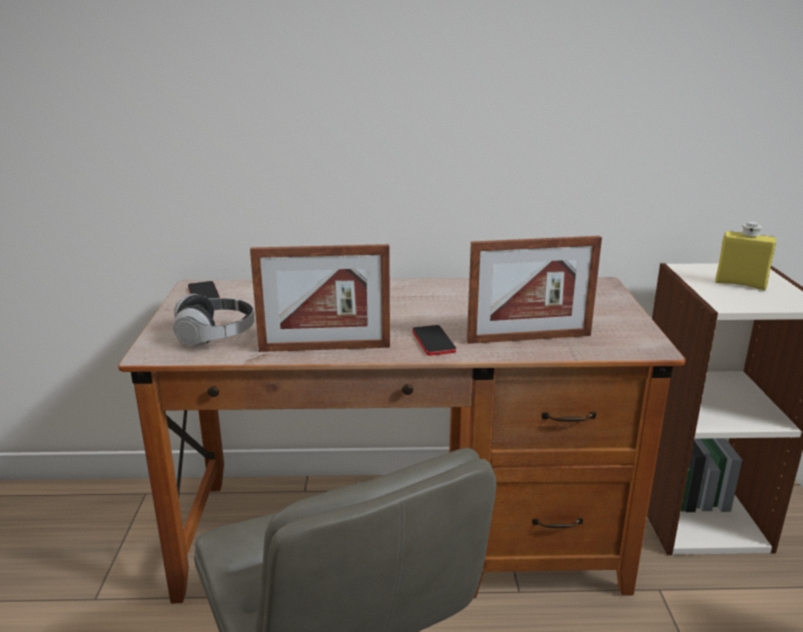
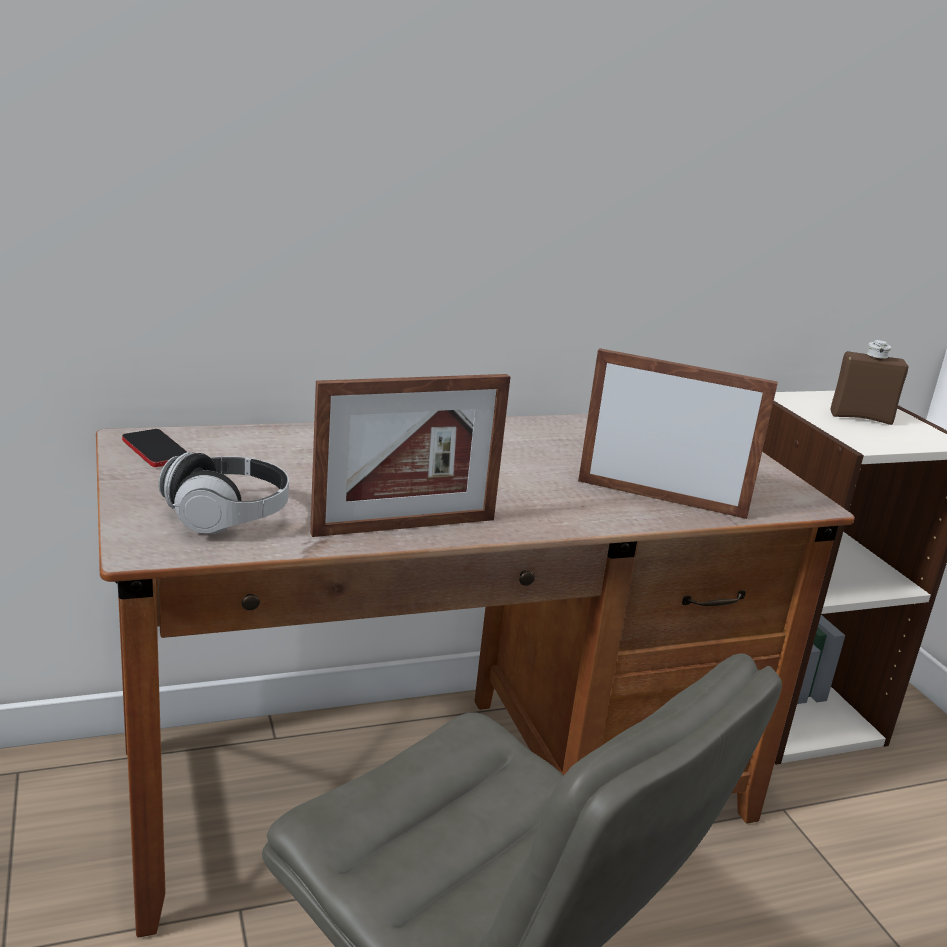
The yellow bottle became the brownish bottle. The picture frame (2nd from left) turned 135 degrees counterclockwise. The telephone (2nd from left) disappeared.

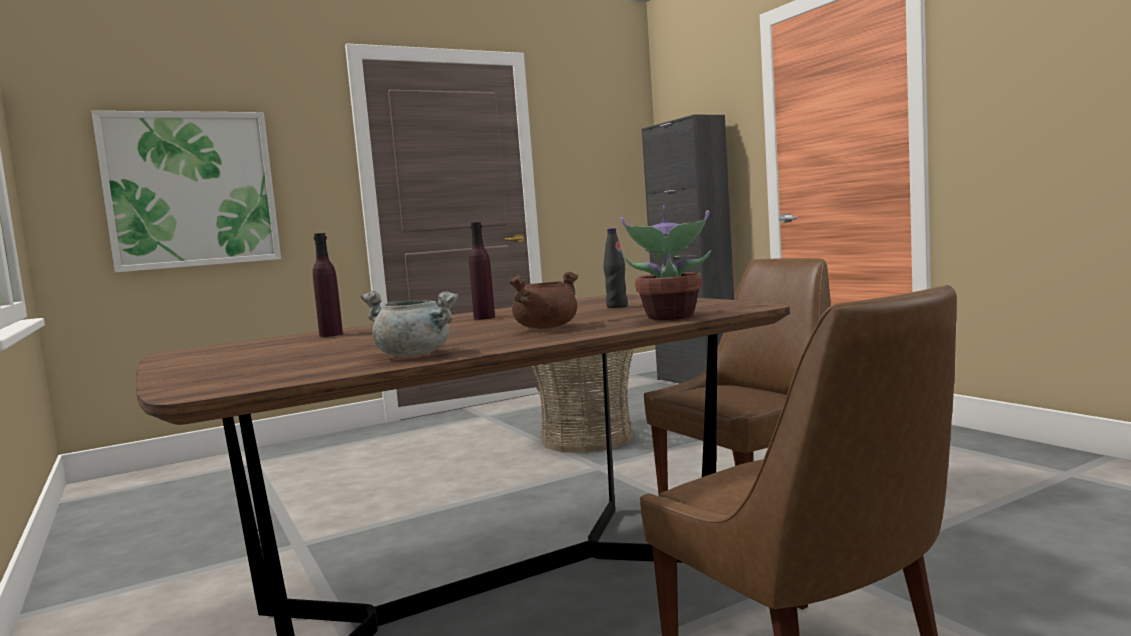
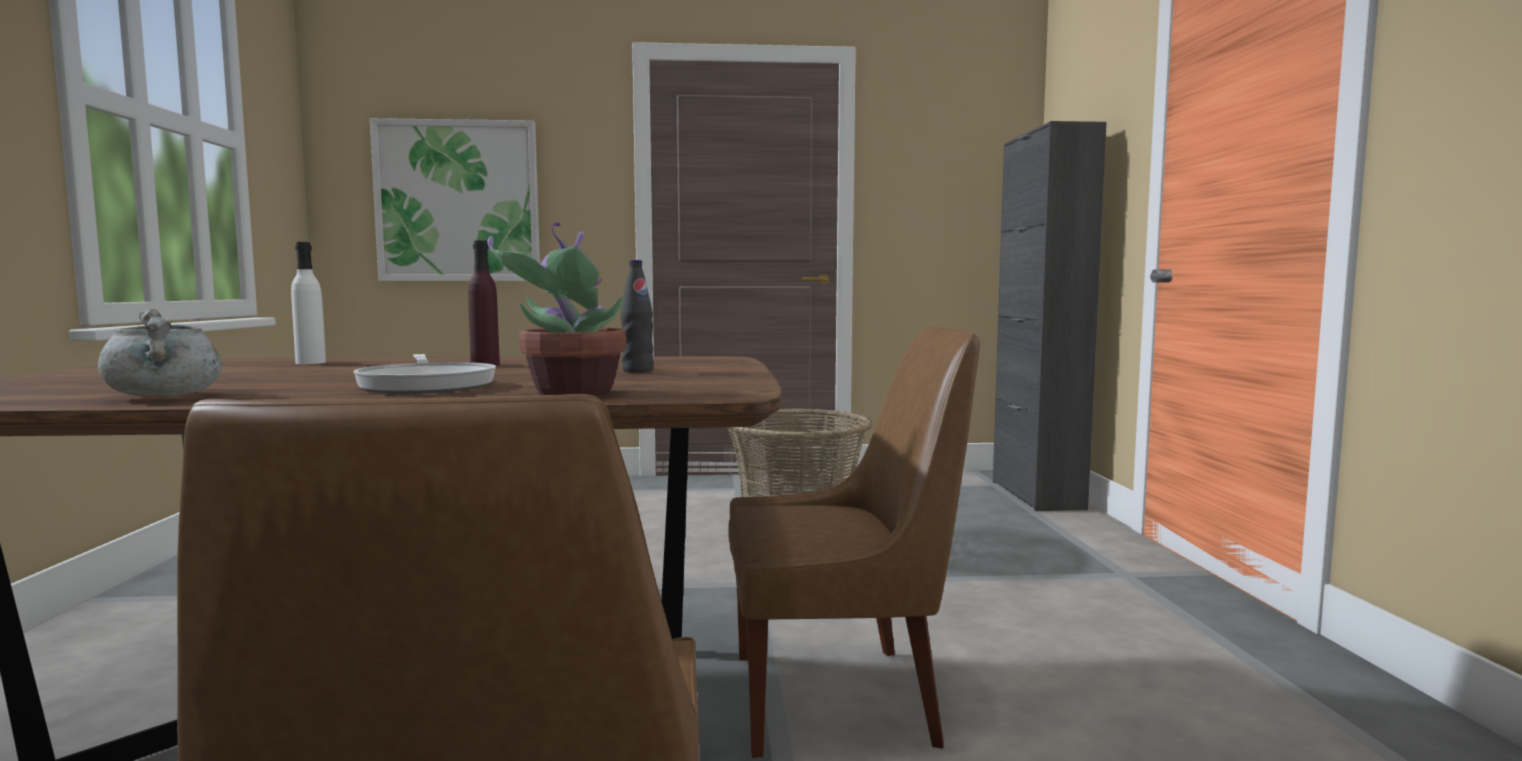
The purple bottle (1st from left) became the white-coloured bottle. The brownish cooking pot was replaced by the skillet.

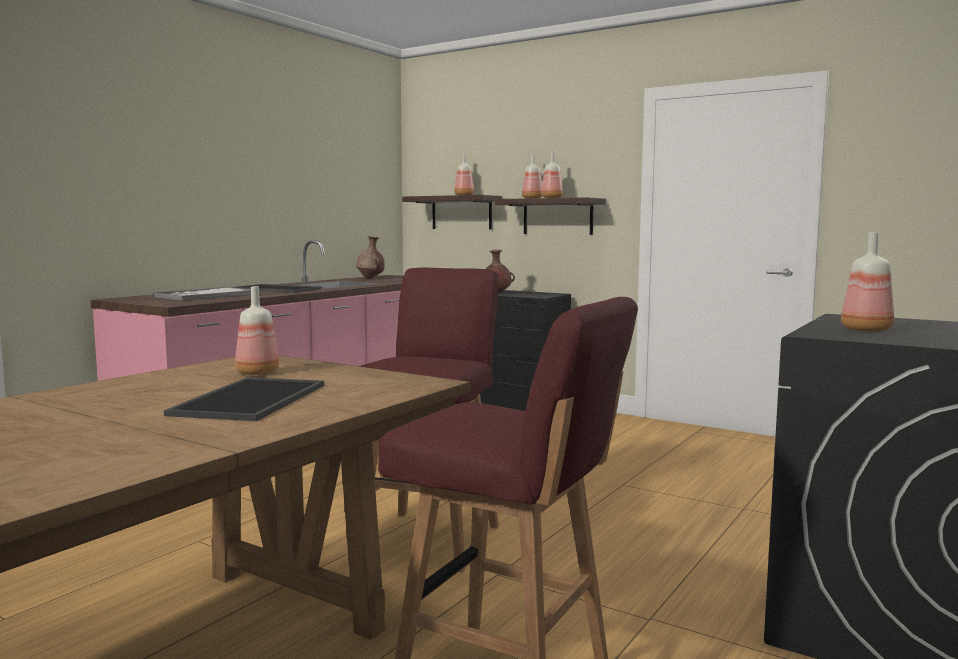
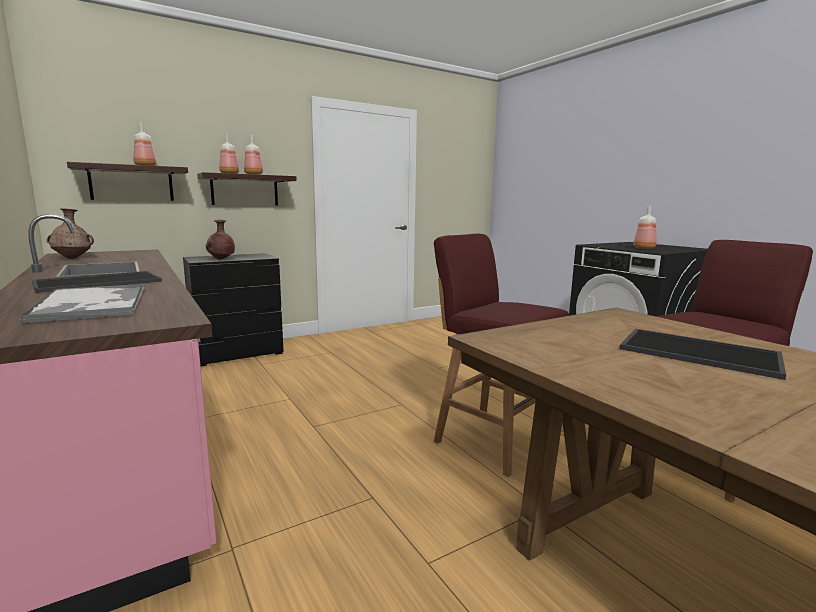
The bottle (1st from left) disappeared.

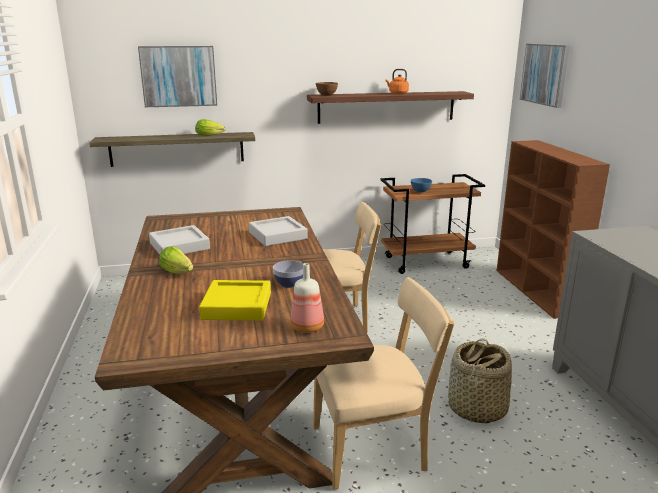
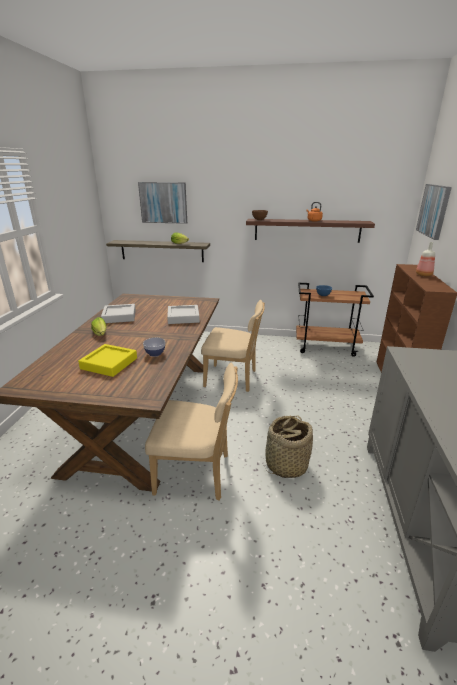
The bottle moved.

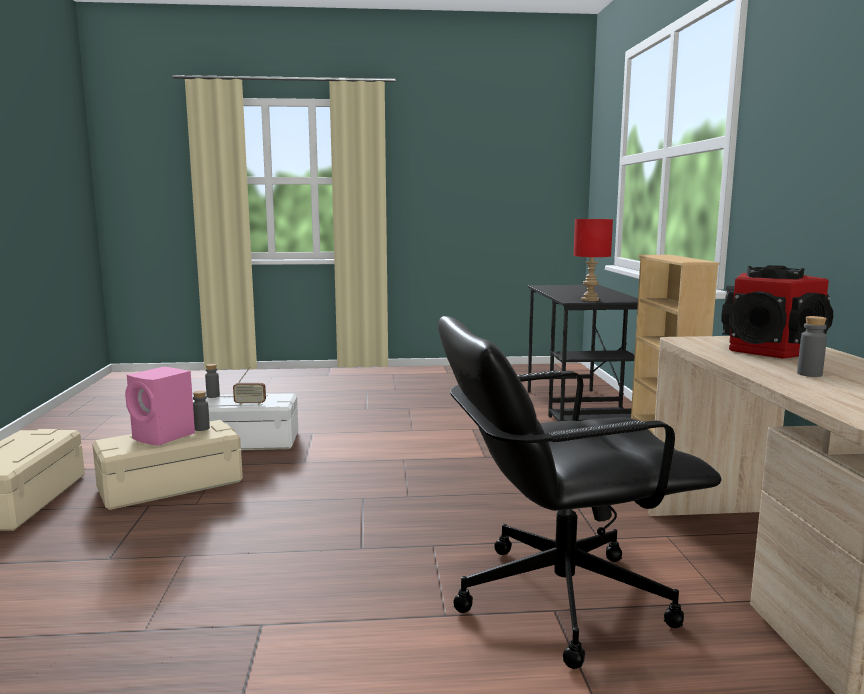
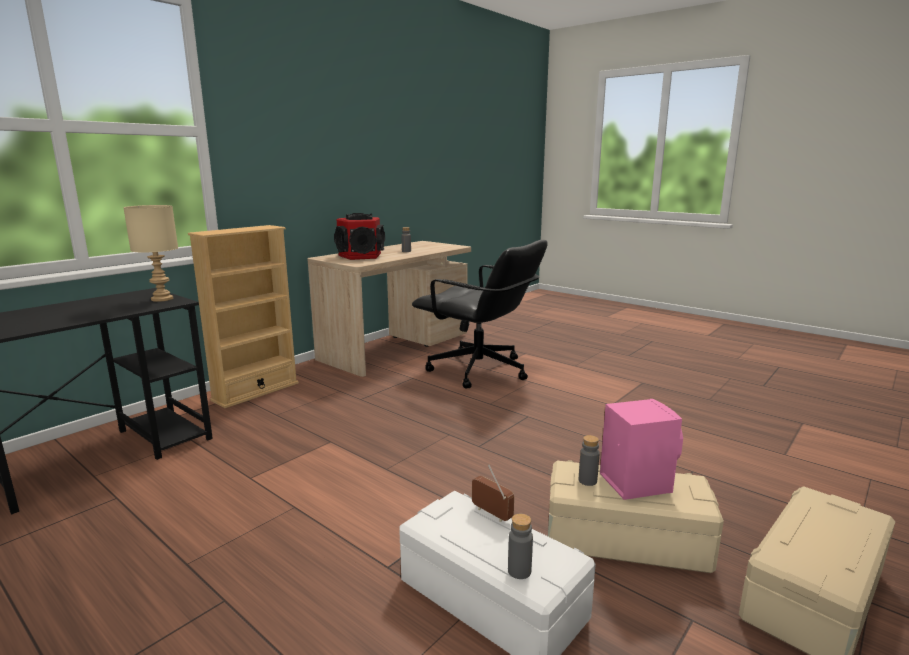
The red-coloured table lamp became the beige table lamp.

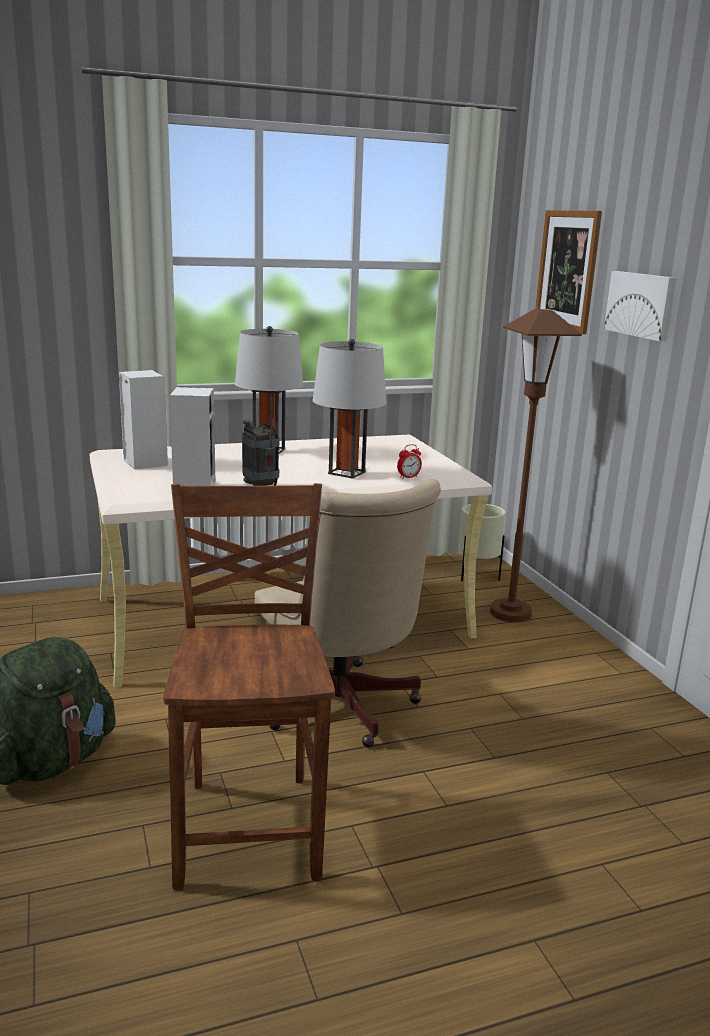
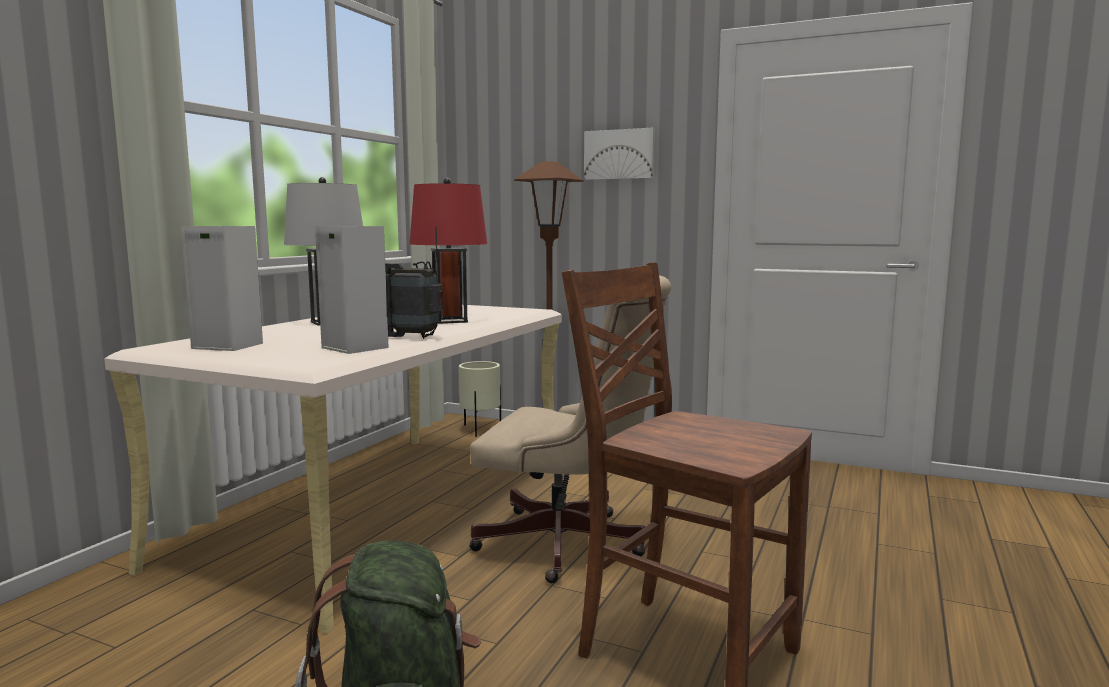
The wall picture (1st from left) disappeared. The greyish table lamp (2nd from left) became the red-coloured table lamp. The table clock disappeared.

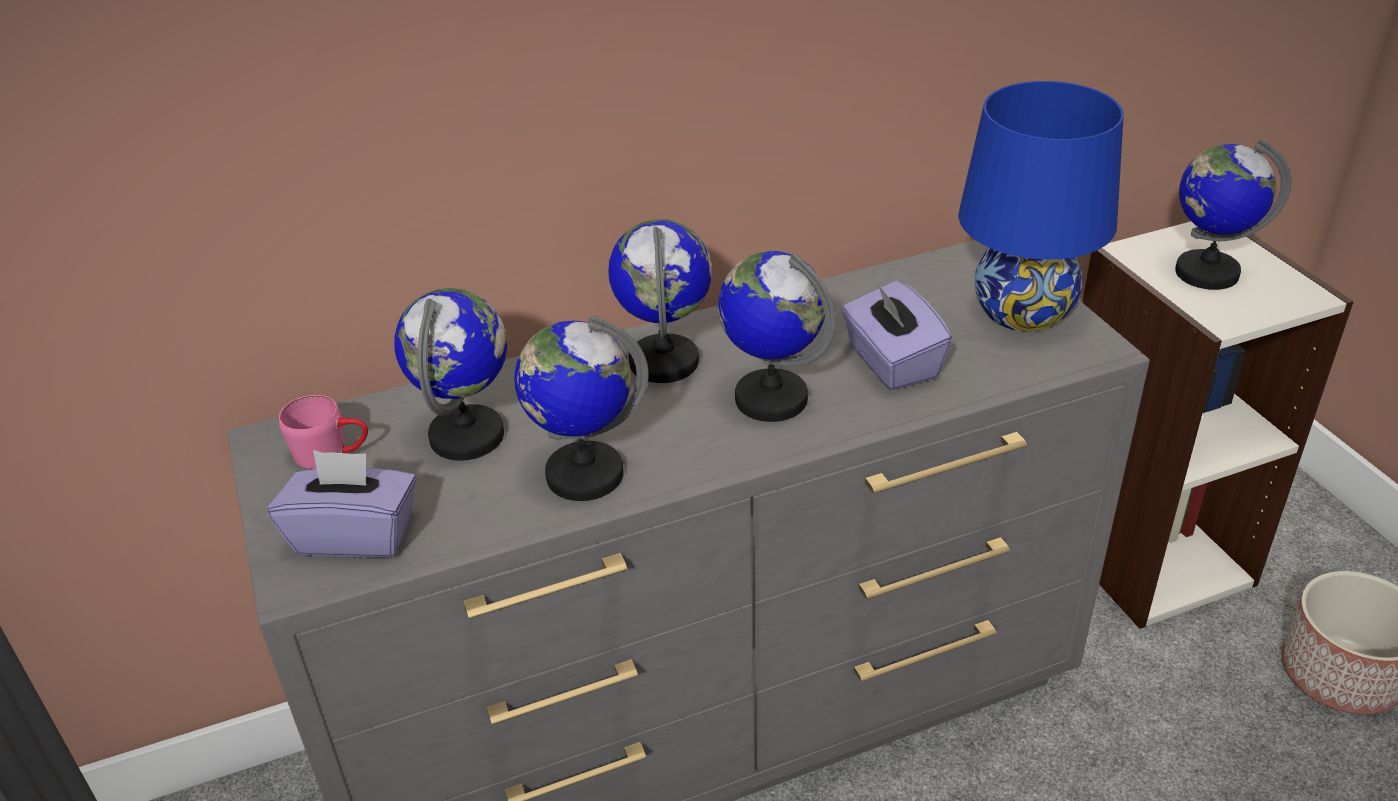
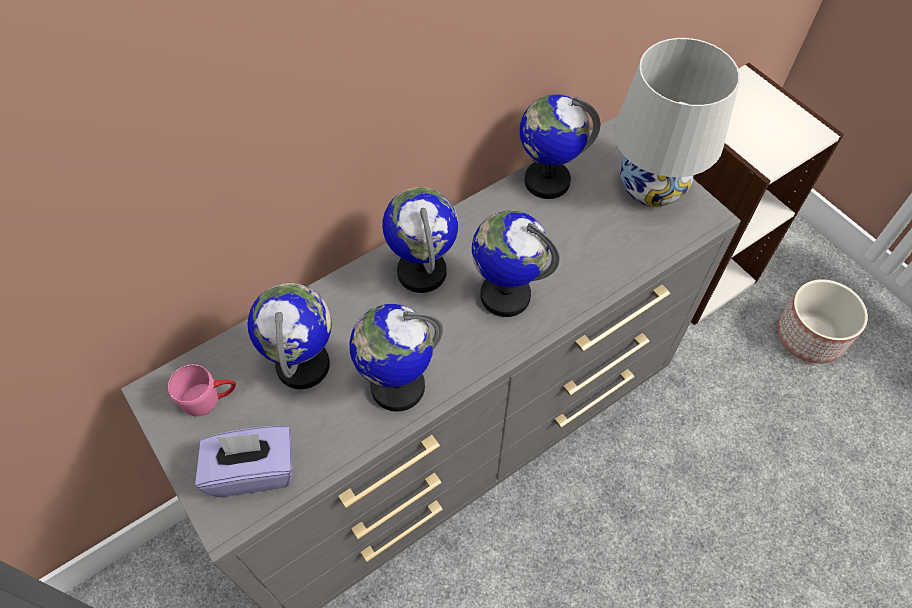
The blue-coloured table lamp became the white-coloured table lamp. The desk globe (5th from left) moved. The purple box of tissues (2nd from left) disappeared.

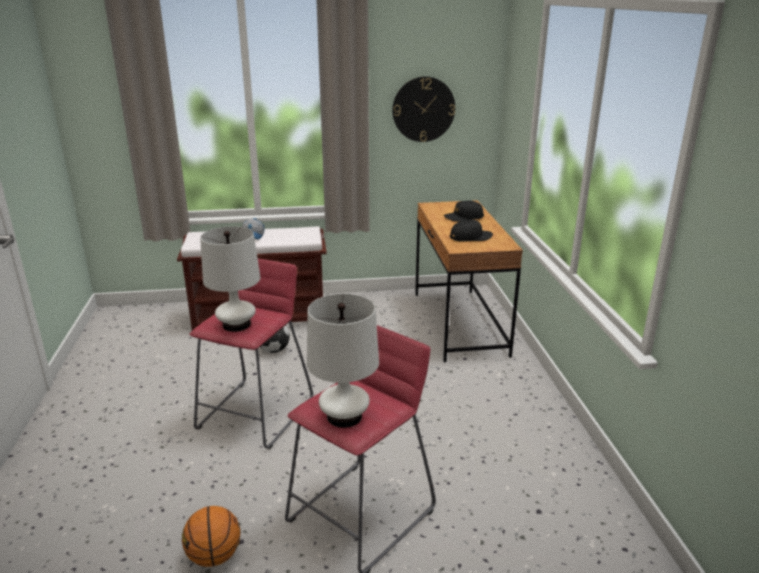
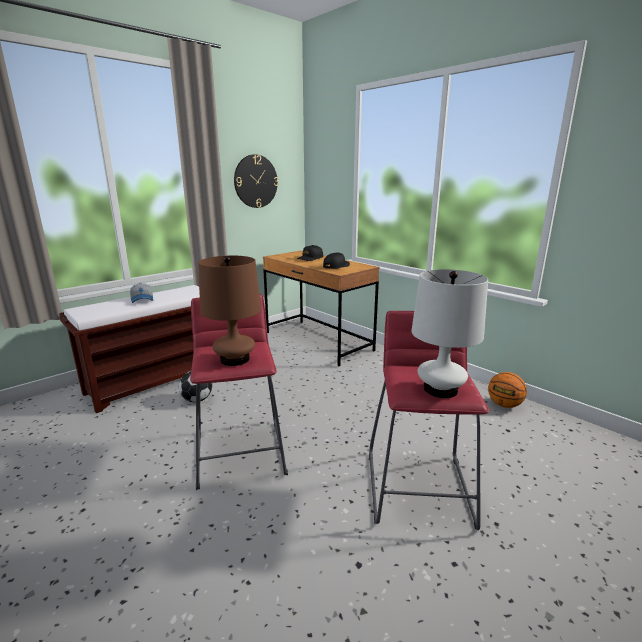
The white-coloured table lamp (1st from left) became the brownish table lamp. The ball for basketball moved.

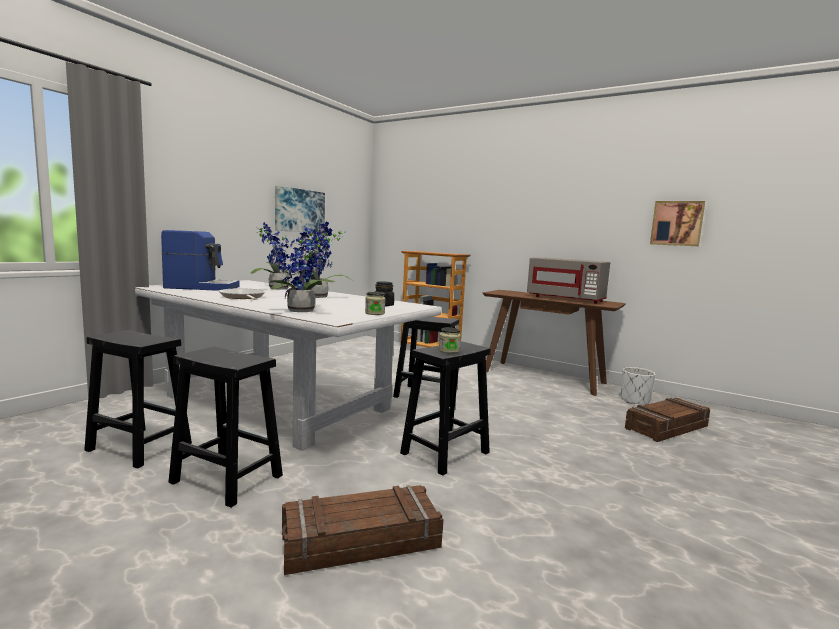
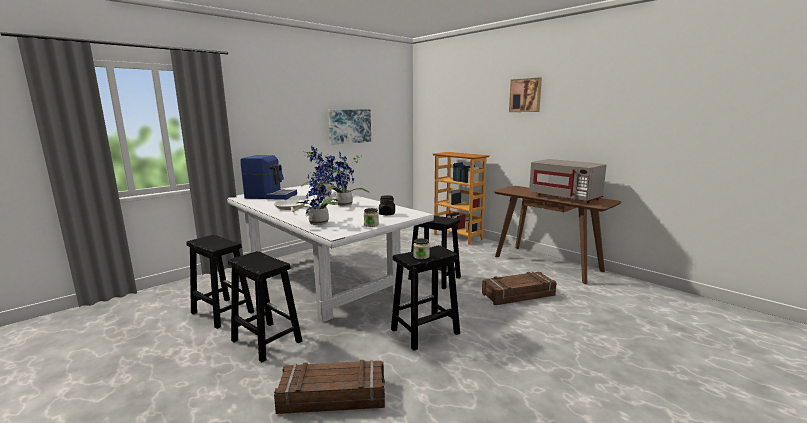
The wall picture (2nd from left) moved. The white-coloured plant pot disappeared. The crate (2nd from left) moved.

